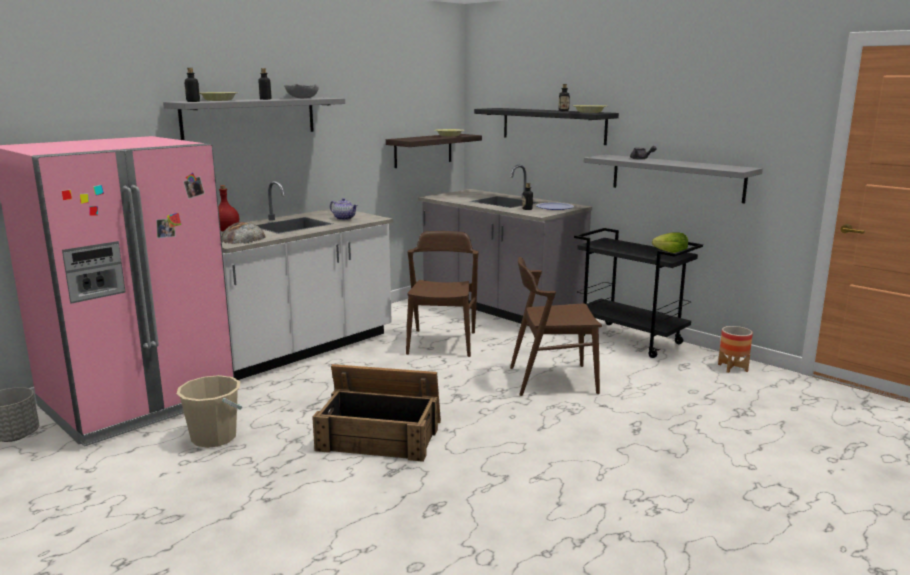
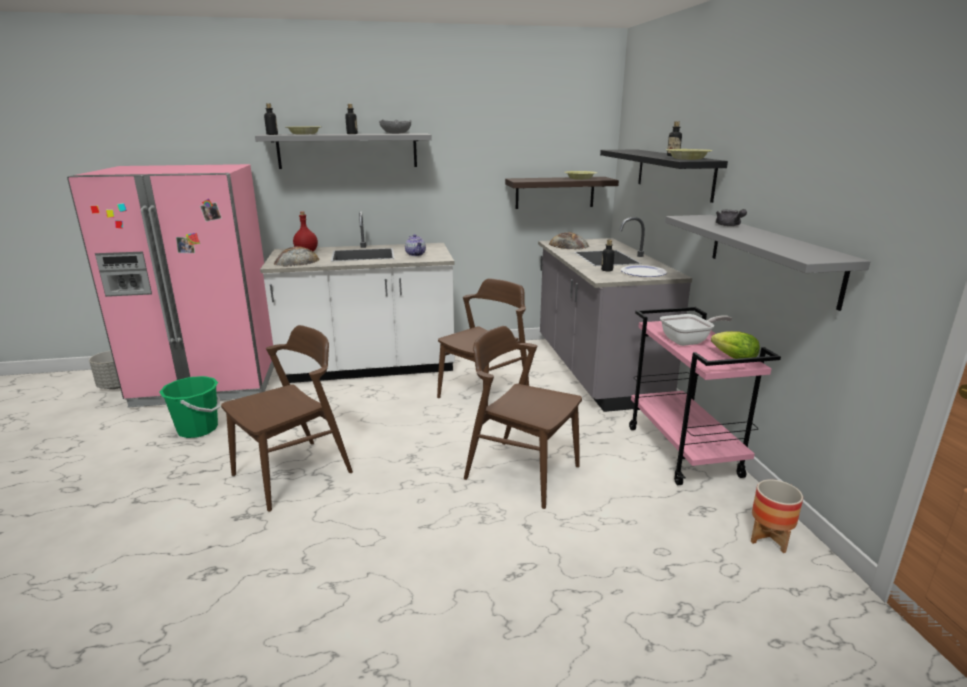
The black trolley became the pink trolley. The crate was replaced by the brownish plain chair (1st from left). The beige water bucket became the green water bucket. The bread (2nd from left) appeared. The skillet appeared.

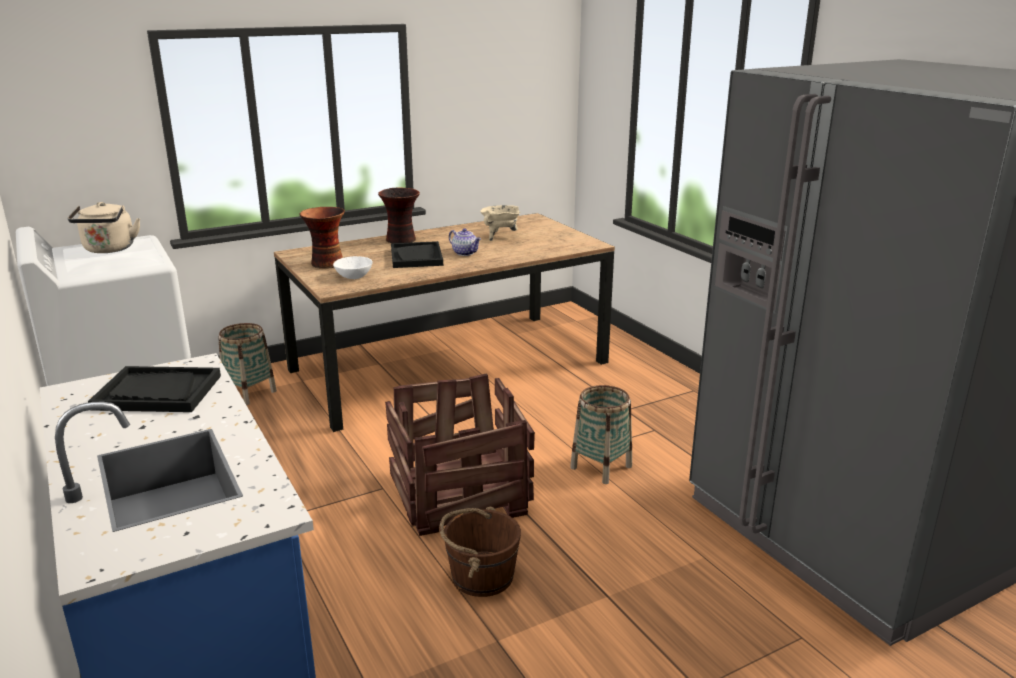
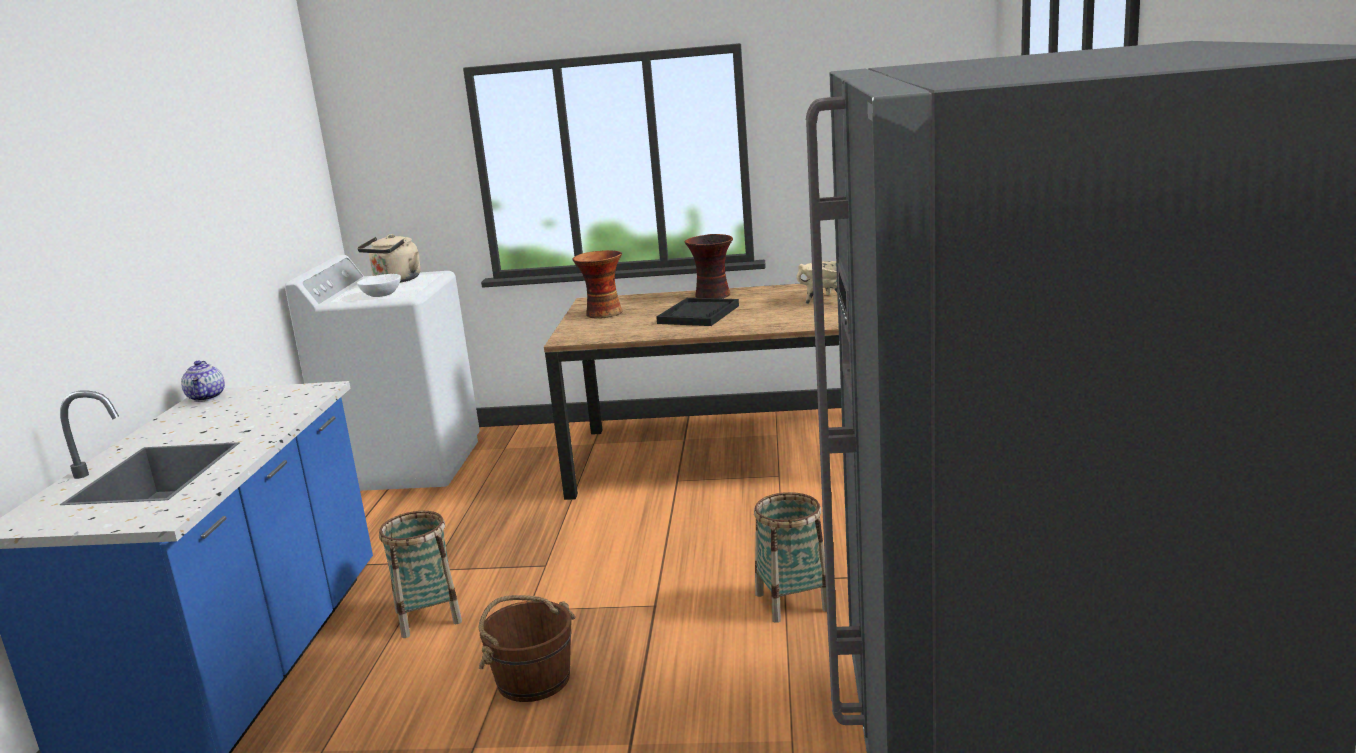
The teapot moved. The white-coloured bowl moved. The household basket (1st from left) moved. The black tray (1st from left) disappeared. The crate disappeared.

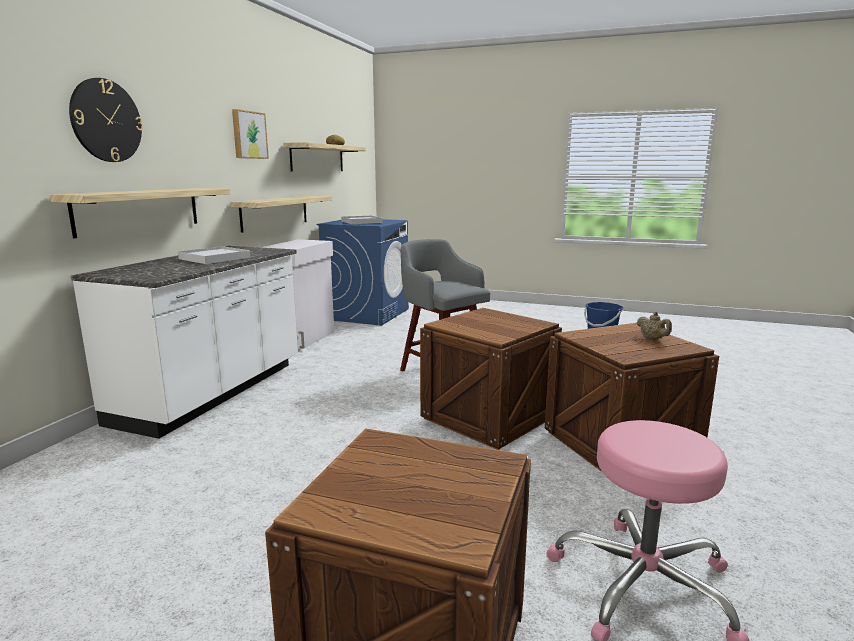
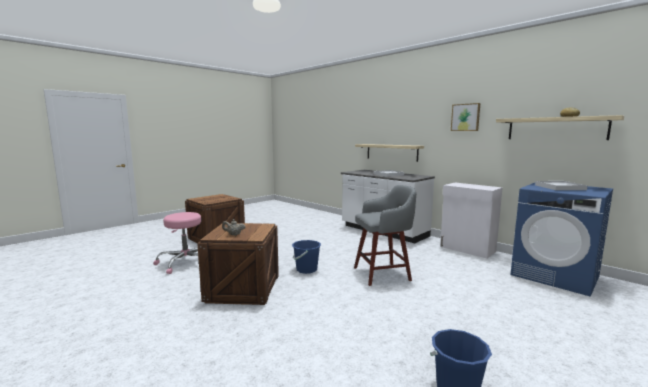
The hanging clock disappeared. The shelf (2nd from left) disappeared. The crate (2nd from left) was replaced by the blue-coloured water bucket (1st from left).

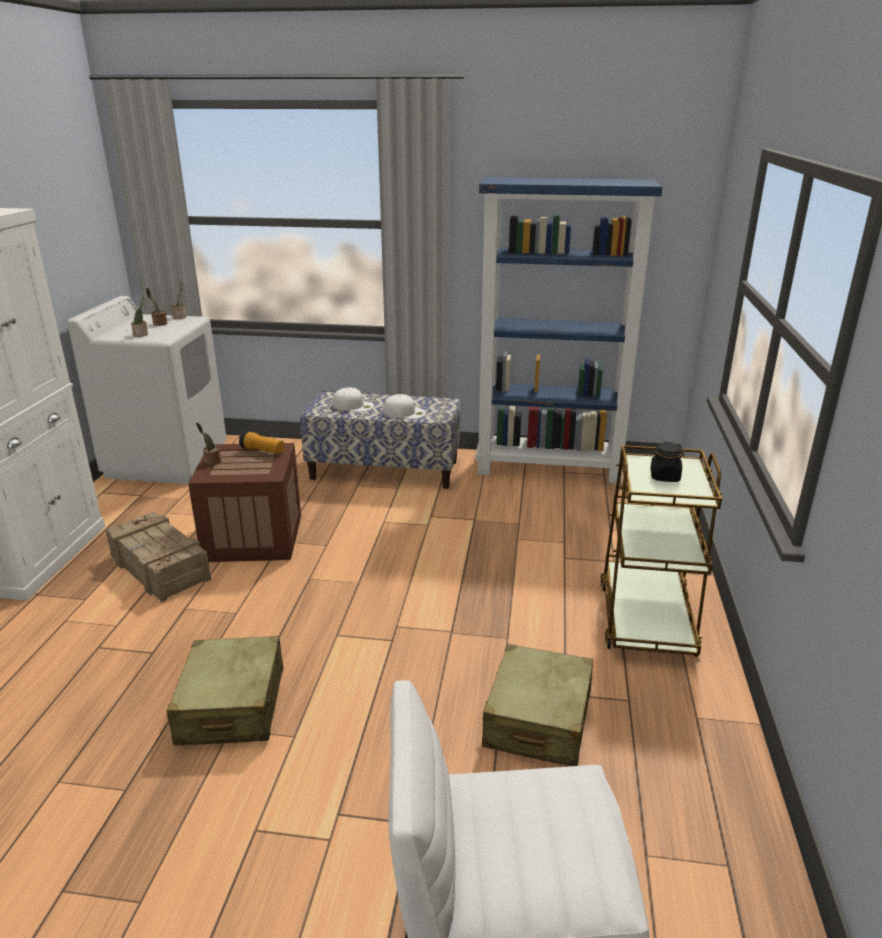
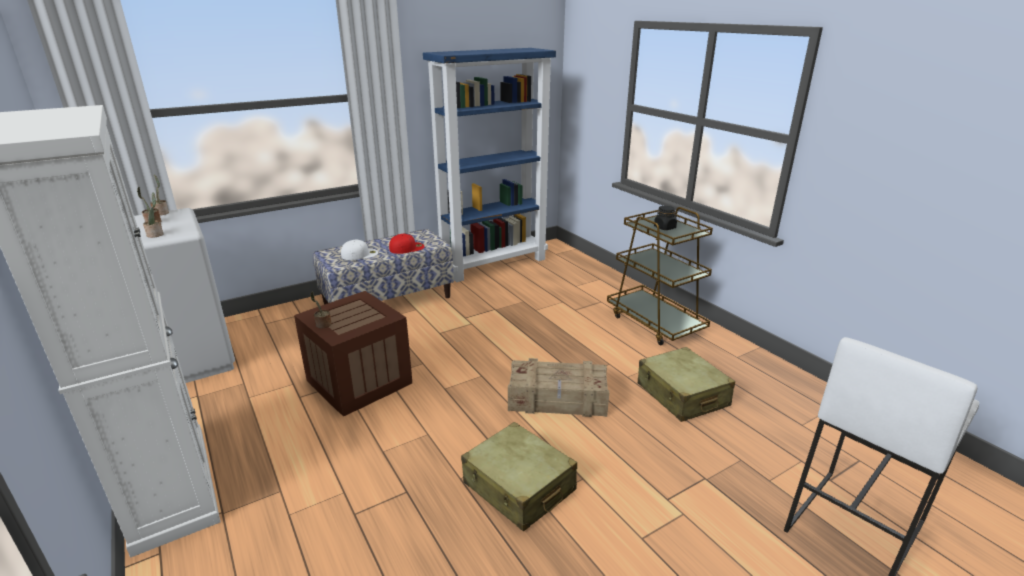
The white-coloured cap (2nd from left) became the red-coloured cap. The hand torch disappeared. The crate (1st from left in the first image) moved.

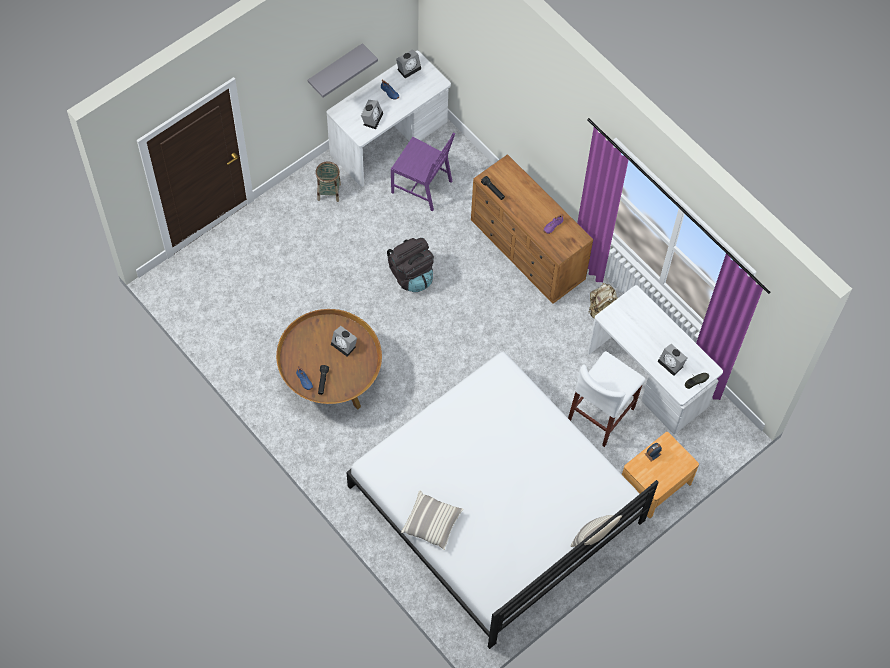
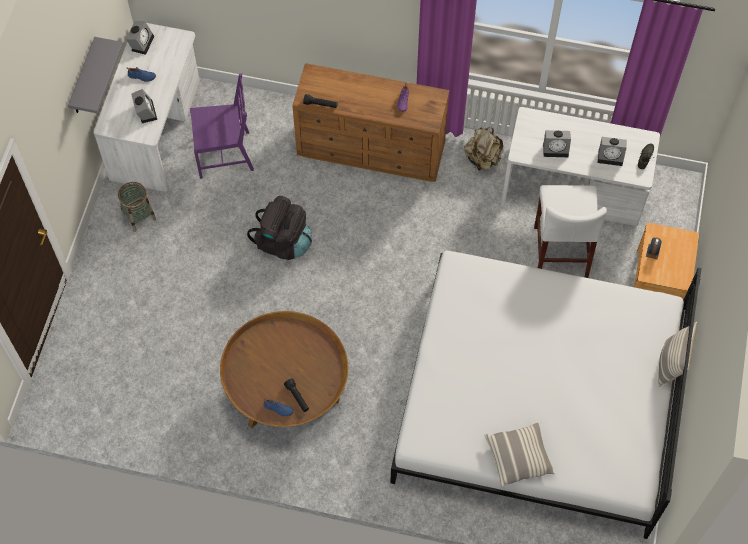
The table clock (1st from left in the first image) moved.

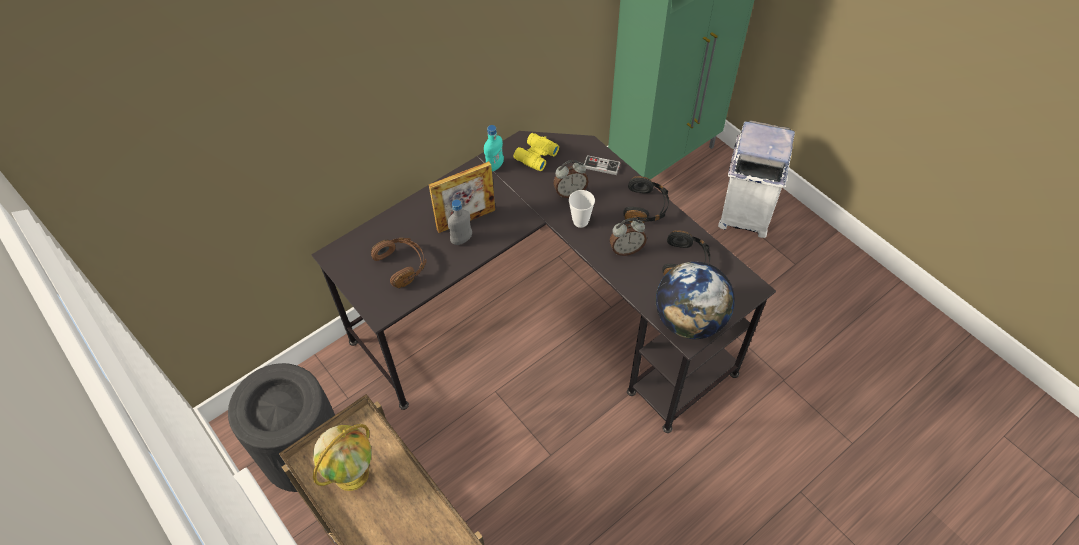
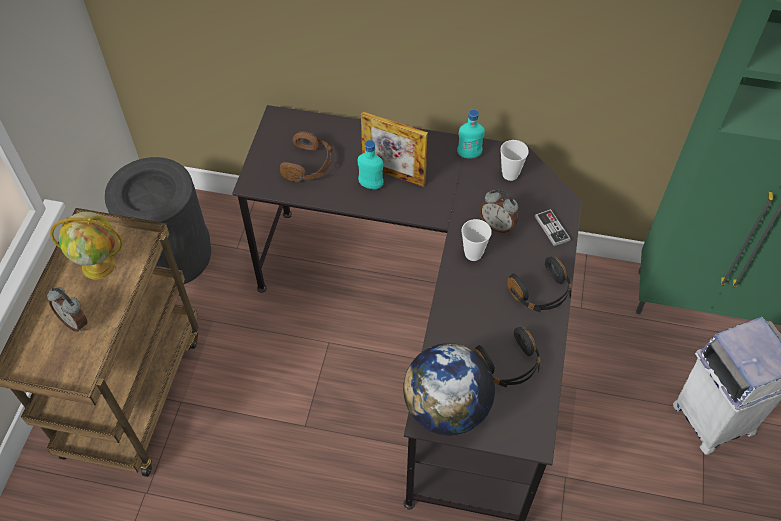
The yellow field glasses was replaced by the cup (2nd from left). The greyish bottle became the turquoise bottle (1st from left). The table clock (2nd from left in the first image) moved.

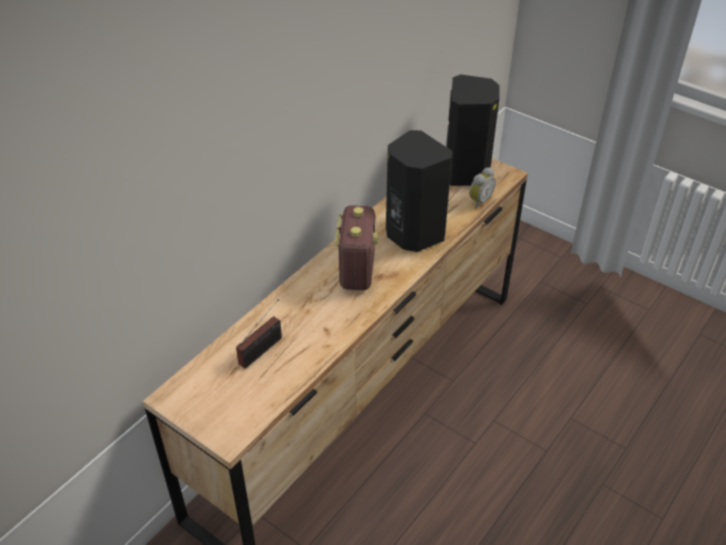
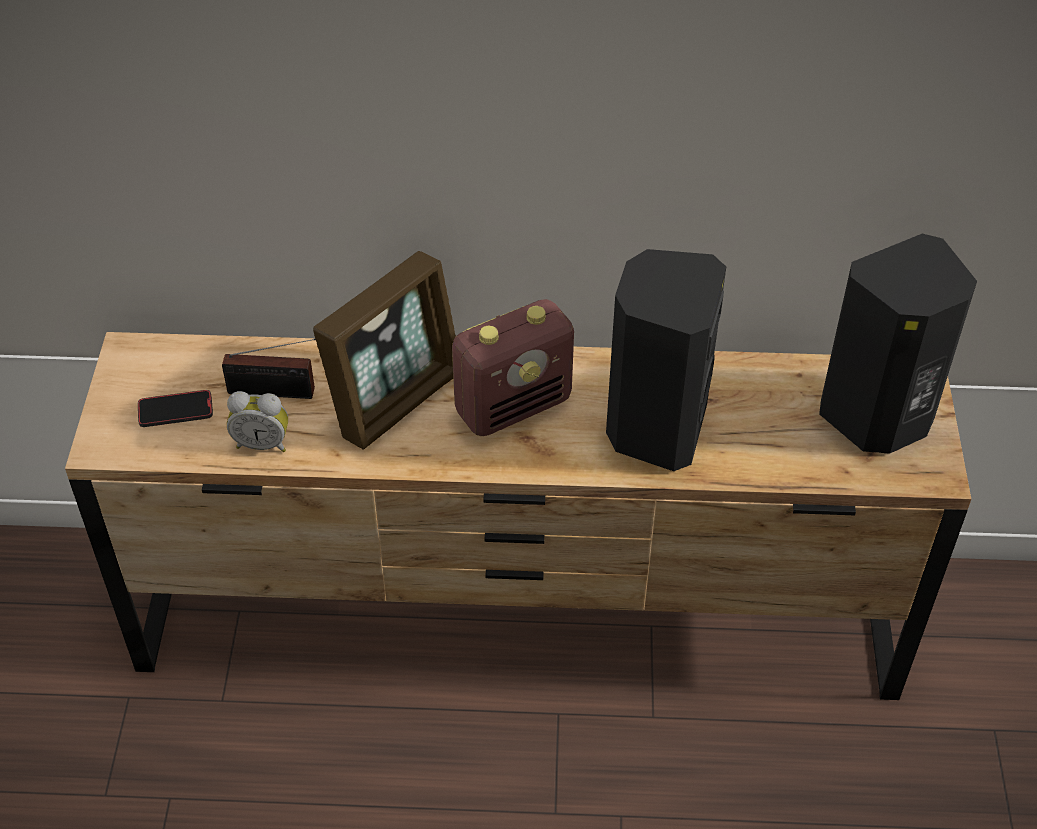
The table clock moved. The picture frame appeared. The telephone appeared.

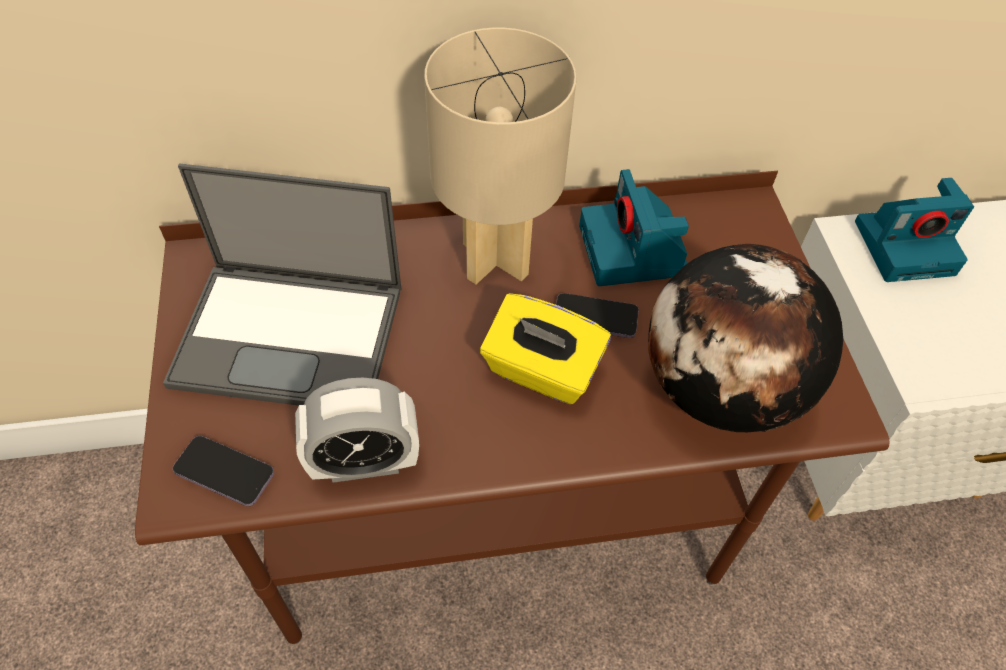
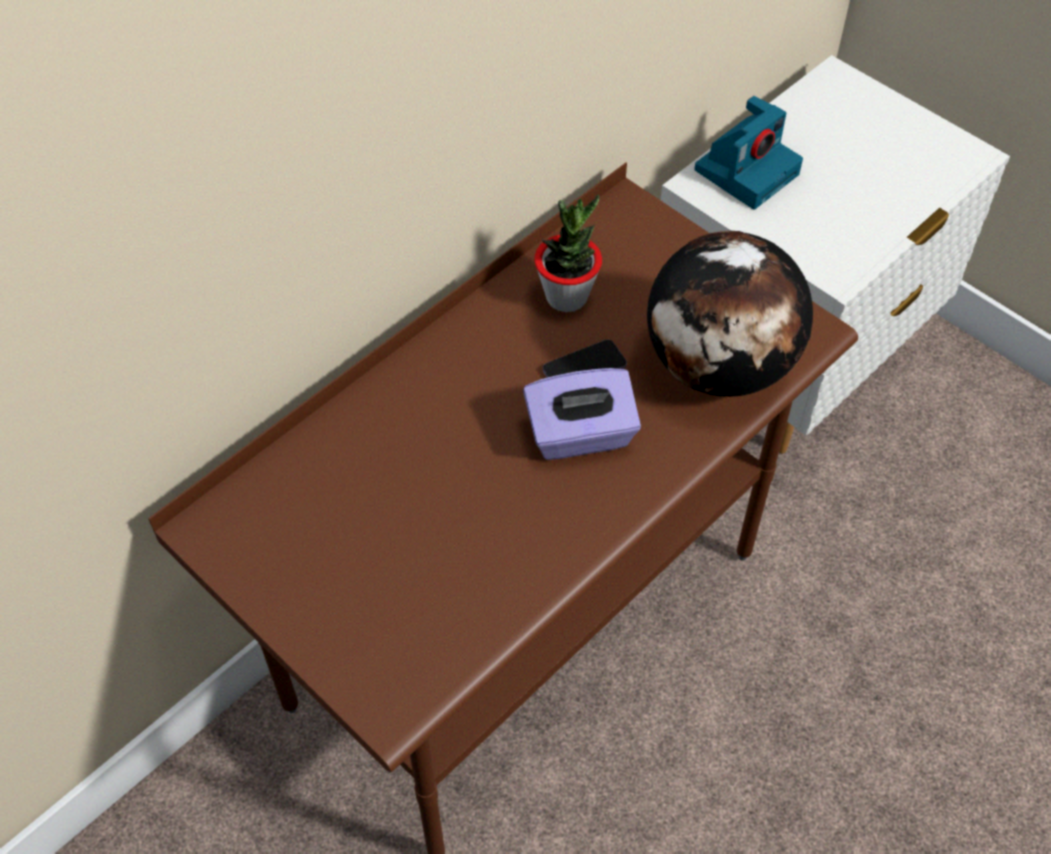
The beige table lamp disappeared. The notebook computer disappeared. The photo camera (1st from left) was replaced by the plant in a pot. The yellow box of tissues became the purple box of tissues. The table clock disappeared. The telephone (1st from left) disappeared.

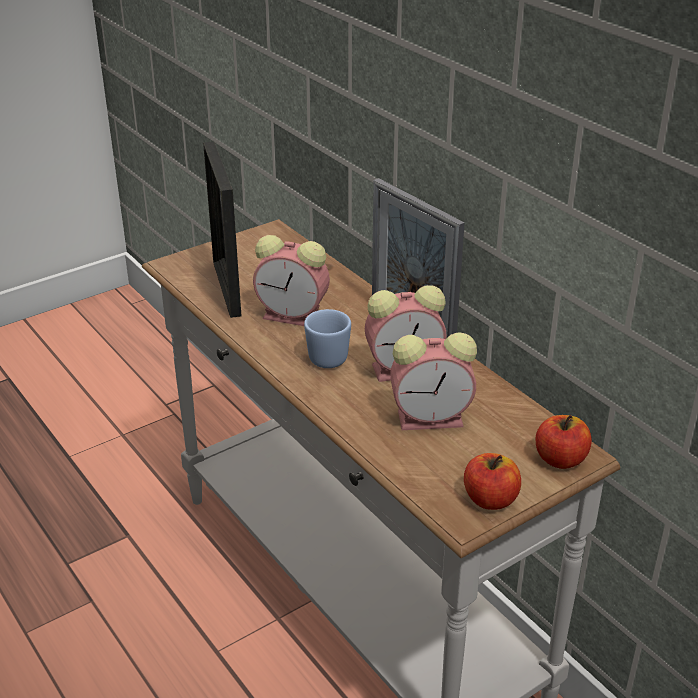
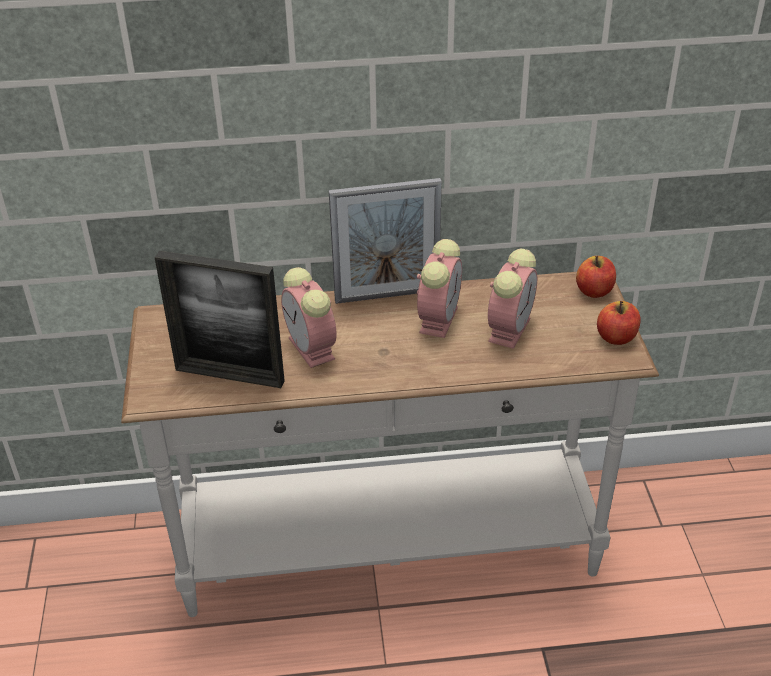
The table clock (1st from left) turned 105 degrees clockwise. The blue-coloured tea mug disappeared.

